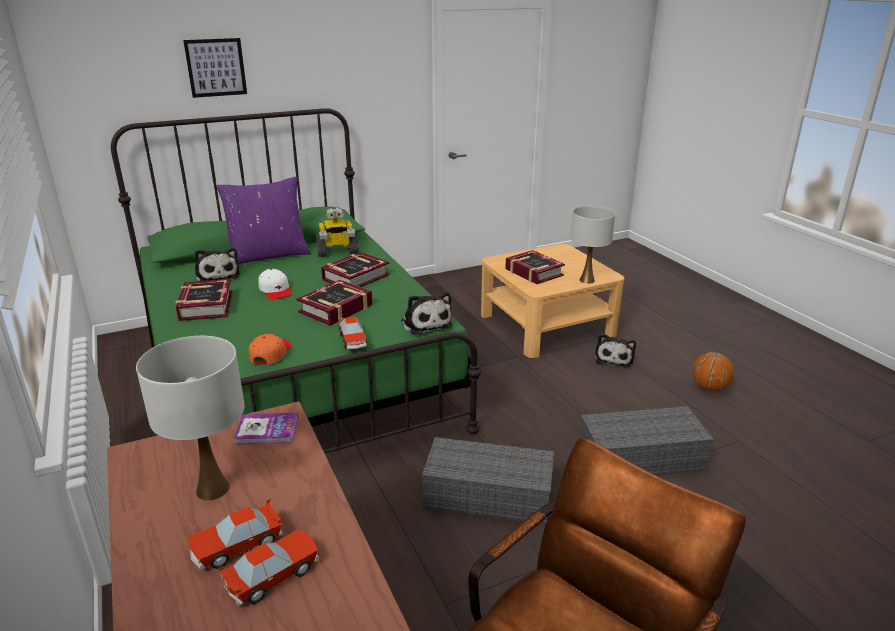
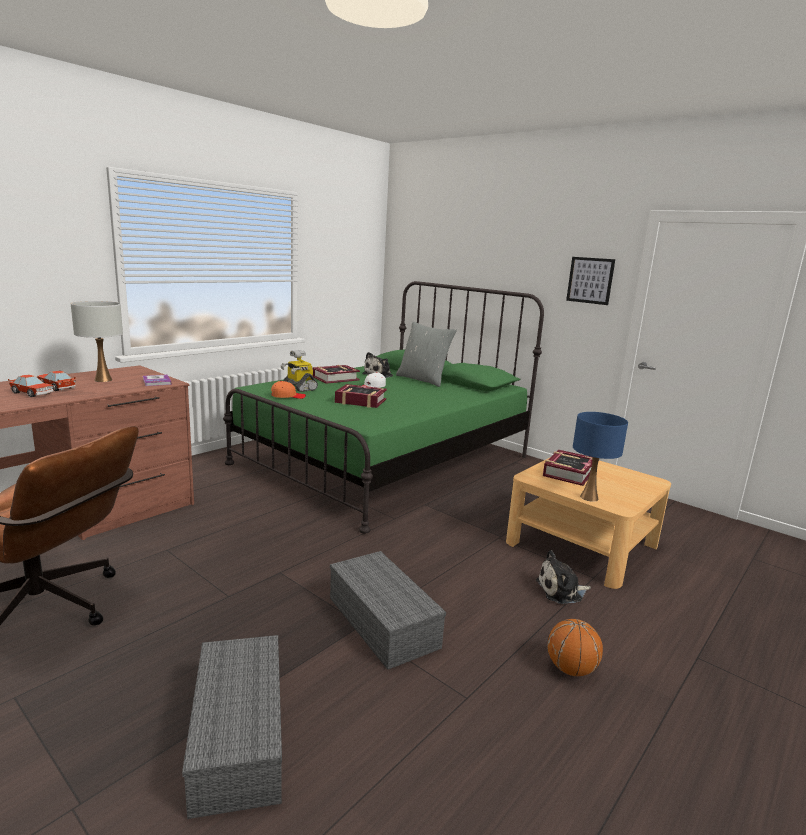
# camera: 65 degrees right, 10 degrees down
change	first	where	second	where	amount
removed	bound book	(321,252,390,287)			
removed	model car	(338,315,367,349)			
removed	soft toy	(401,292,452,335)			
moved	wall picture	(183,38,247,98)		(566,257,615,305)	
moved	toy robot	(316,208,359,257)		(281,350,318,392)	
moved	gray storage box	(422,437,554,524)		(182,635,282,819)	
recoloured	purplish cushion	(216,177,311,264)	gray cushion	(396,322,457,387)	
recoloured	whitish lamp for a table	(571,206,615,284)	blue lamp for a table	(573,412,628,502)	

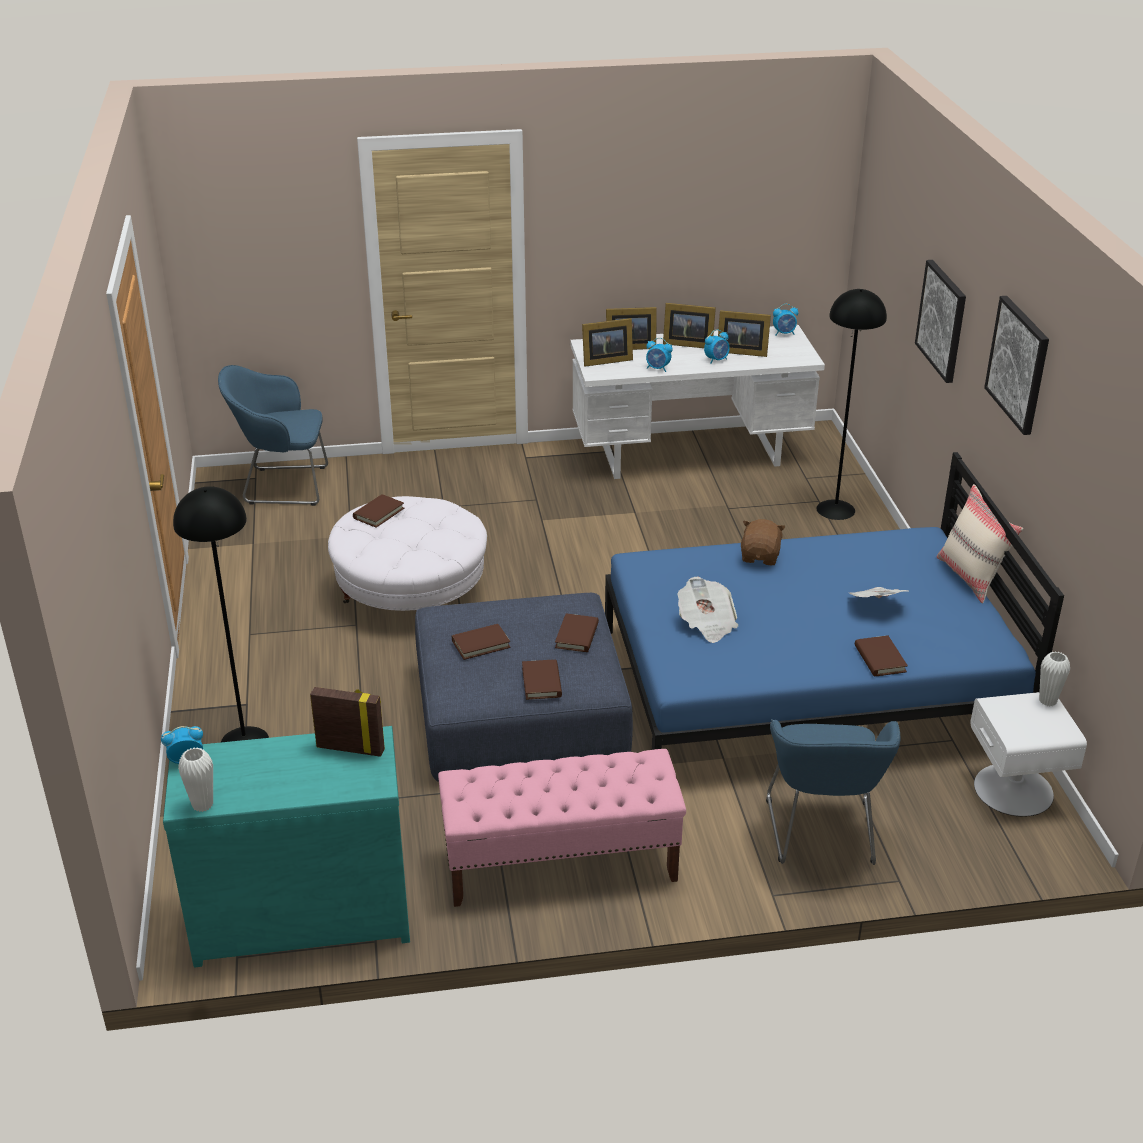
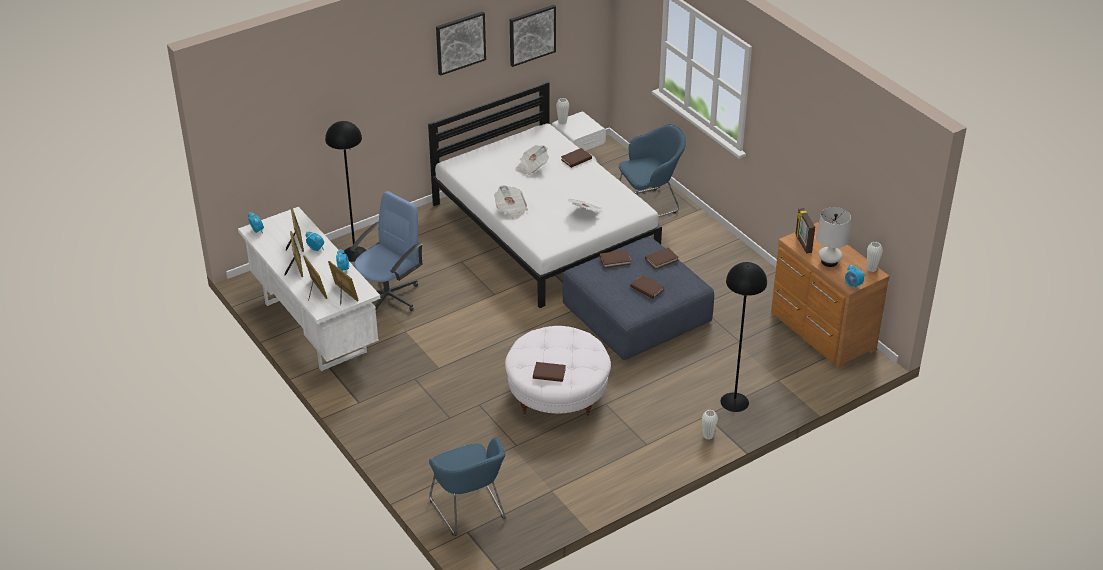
# camera: 115 degrees left, 5 degrees up
change	first	where	second	where	amount
removed	pink long seat	(438,749,686,907)			
removed	beige-coloured cushion	(936,484,1023,603)			
added			blue desk chair	(350,191,423,311)	
added			whitish flower vase	(702,410,718,440)	
added			whitish lamp for a table	(816,207,851,267)	
moved	wall picture	(915,260,966,383)		(510,5,556,67)	
replaced	brownish soft toy	(741,519,785,565)	printed paper	(494,185,528,220)	
recoloured	blue-green chest of drawers	(163,726,410,968)	brownish chest of drawers	(771,222,890,369)	
recoloured	blue sleeping bed	(605,452,1064,750)	whitish sleeping bed	(428,81,662,308)	

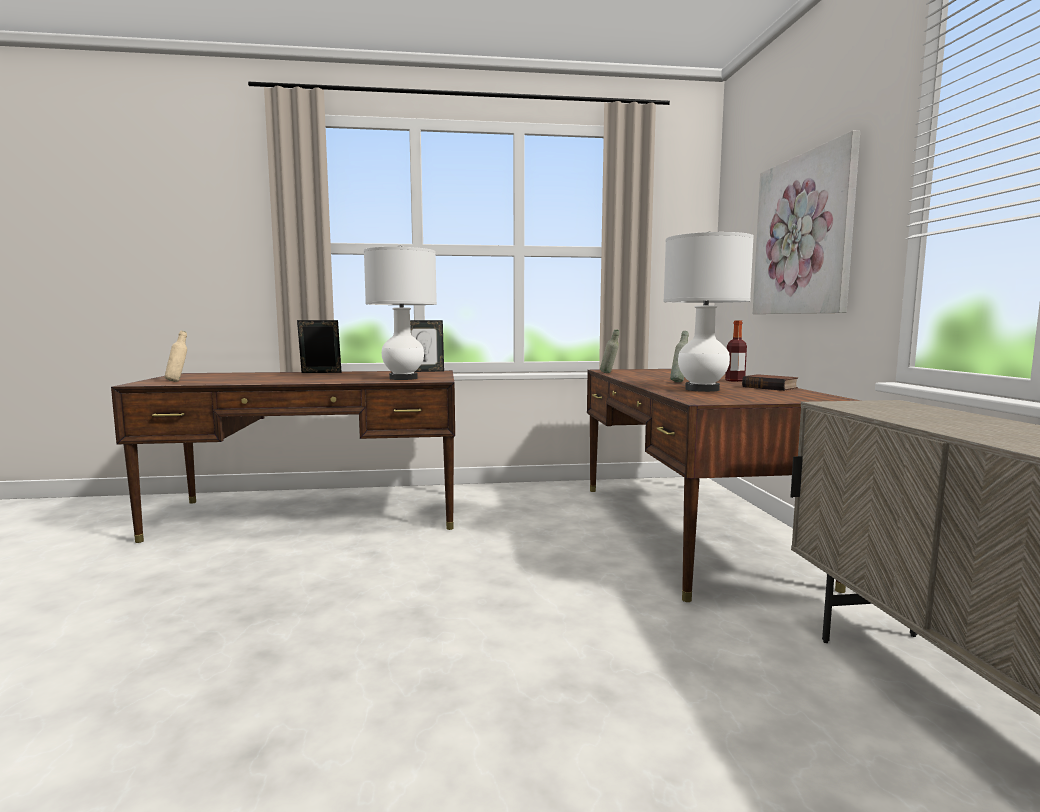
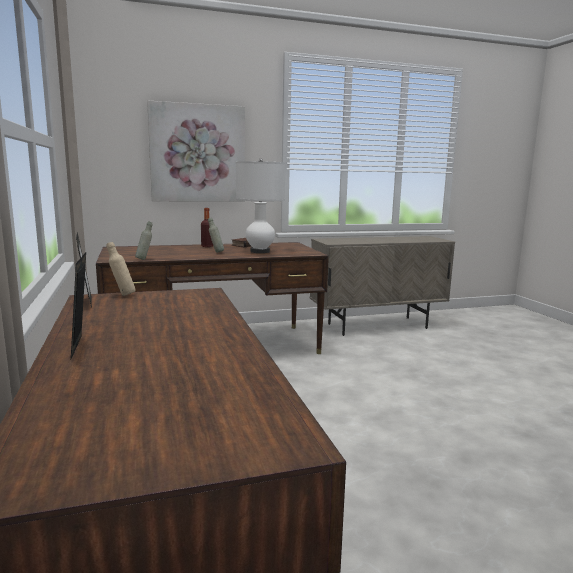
# camera: 100 degrees left, 5 degrees up
change	first	where	second	where	amount
removed	whitish lamp for a table	(364,246,437,380)			
moved	beige-coloured bottle	(165,331,187,382)		(107,242,136,296)	

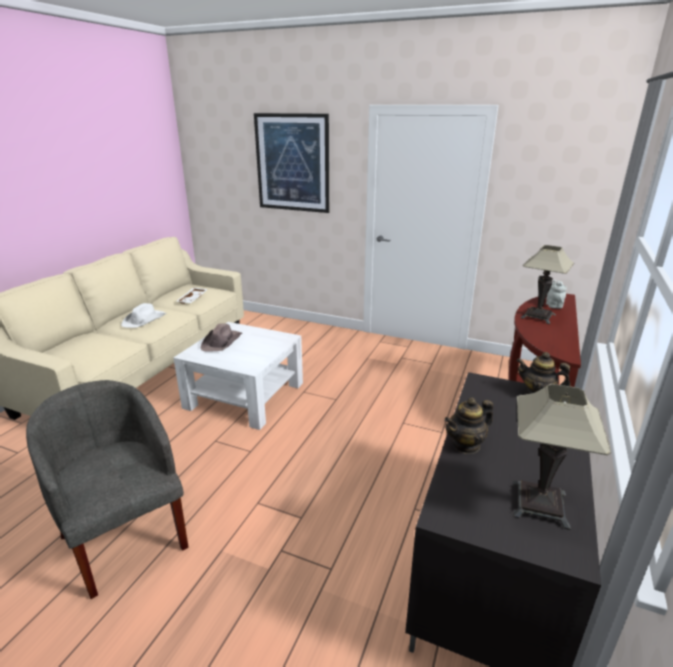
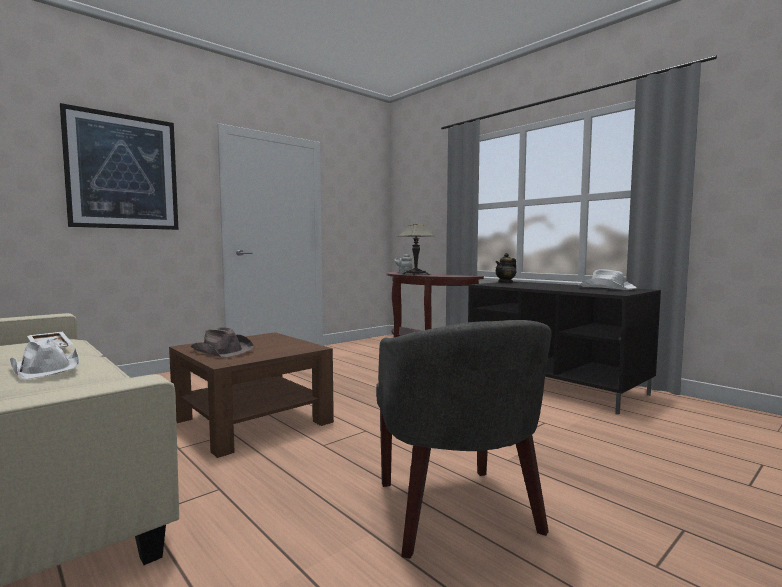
# camera: 65 degrees left, 20 degrees down
change	first	where	second	where	amount
removed	pot for tea	(444,398,494,454)			
replaced	lamp for a table	(513,384,612,530)	whitish hat	(578,269,637,290)	
recoloured	whitish coffee table	(173,322,303,430)	brownish coffee table	(169,332,334,458)	
turned	gray easy chair	(26,380,188,599)		(376,320,552,559)	90 degrees counterclockwise

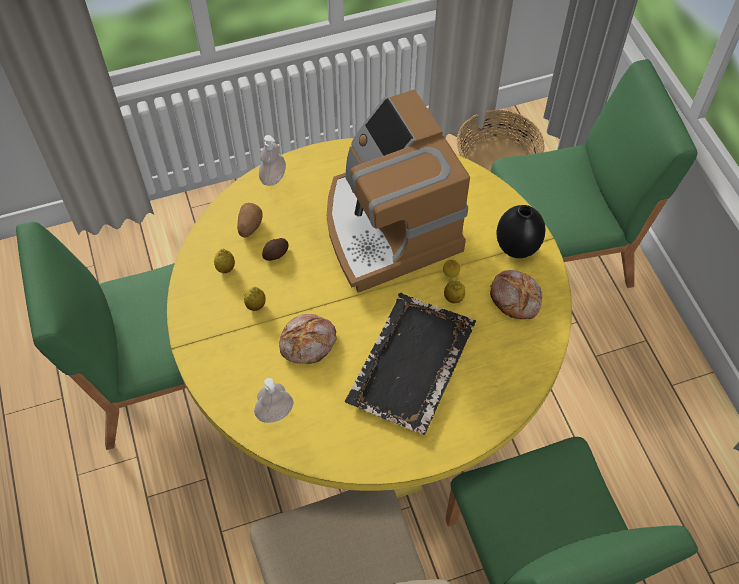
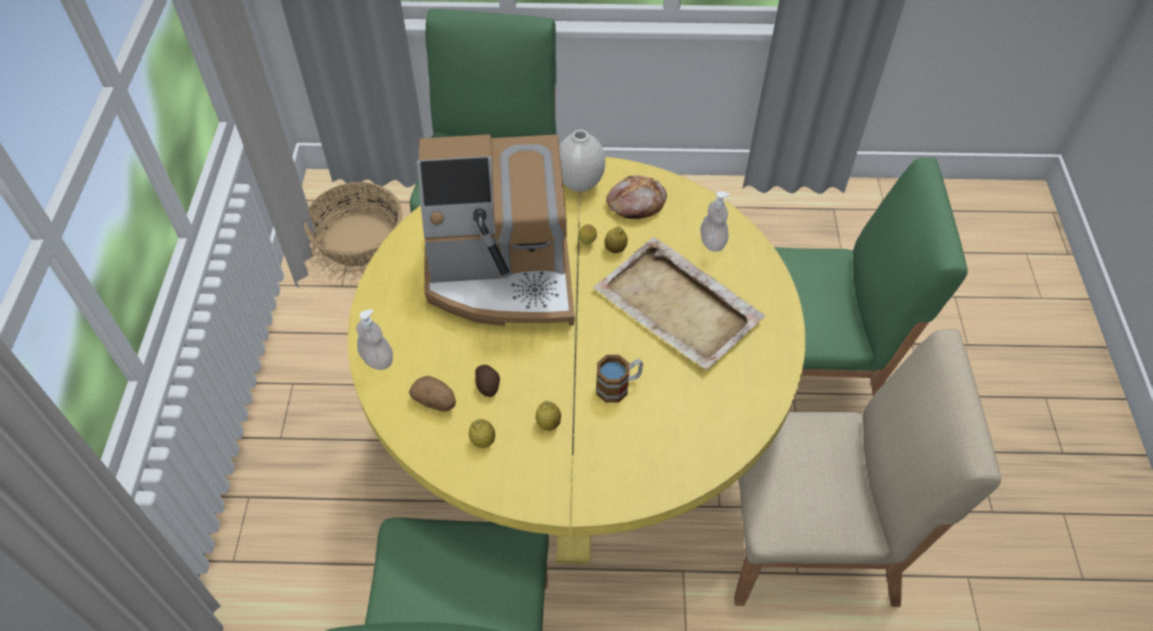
# camera: 70 degrees left, 5 degrees down
change	first	where	second	where	amount
moved	soap dispenser	(254,378,294,423)		(700,191,730,252)	
replaced	bread	(279,314,337,364)	coffee mug	(596,355,643,403)	
recoloured	black-coloured carrying tray	(345,293,476,435)	beige-coloured carrying tray	(593,237,765,370)	
recoloured	black-coloured flower vase	(496,205,546,258)	whitish flower vase	(559,130,605,192)	

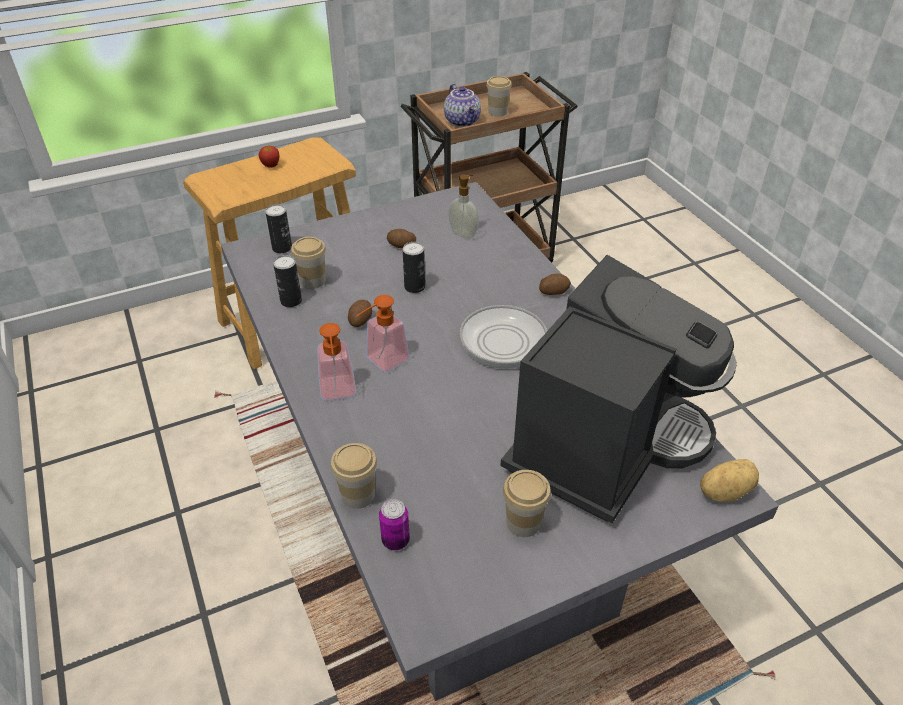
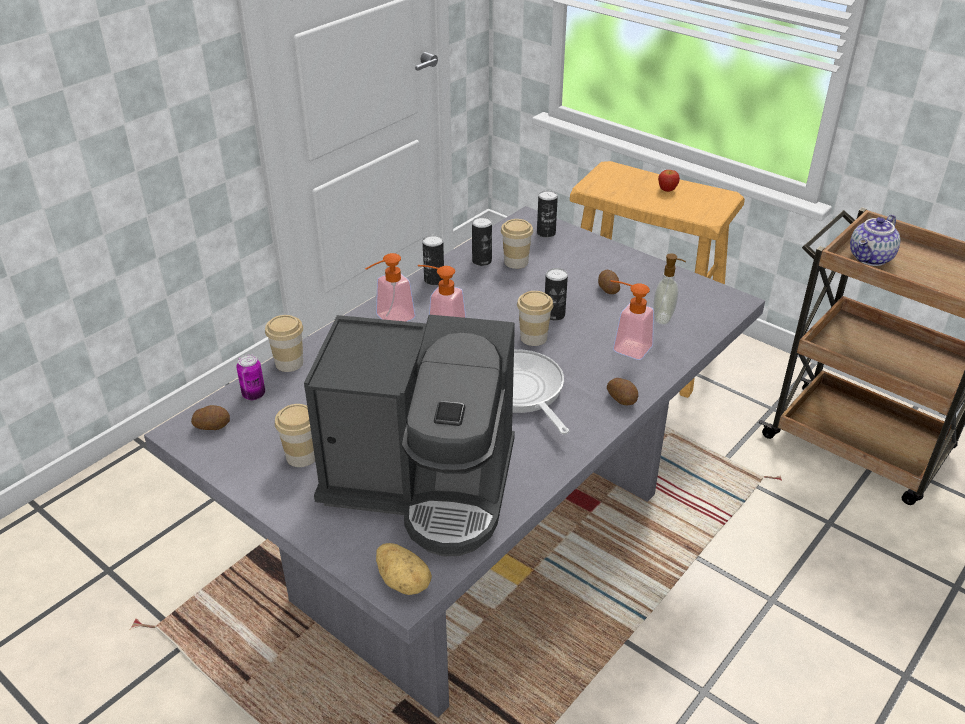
# camera: 65 degrees right, 5 degrees down
change	first	where	second	where	amount
added			metal can	(422,235,444,285)	
added			soap dispenser	(611,280,654,360)	
moved	spud	(348,300,372,327)		(191,405,230,430)	
moved	small cup	(486,76,512,117)		(517,291,553,346)	

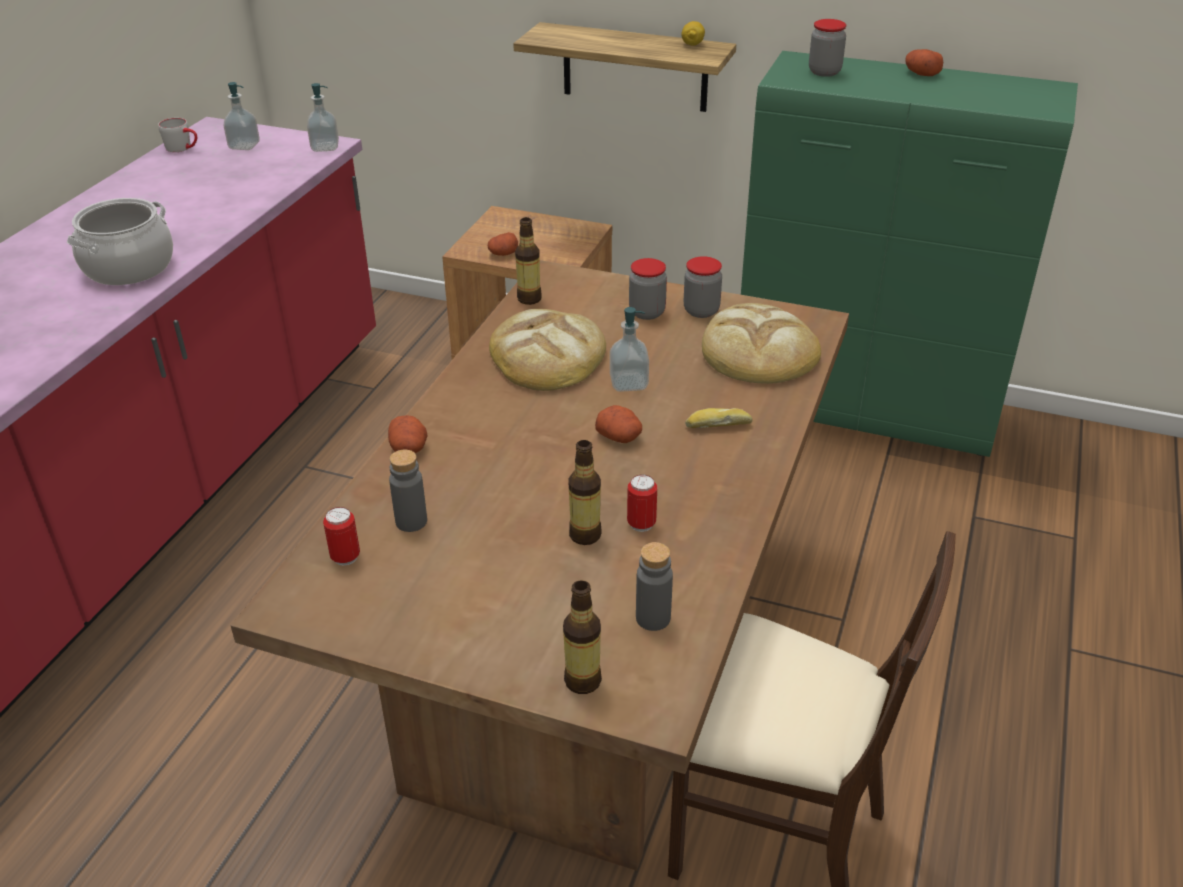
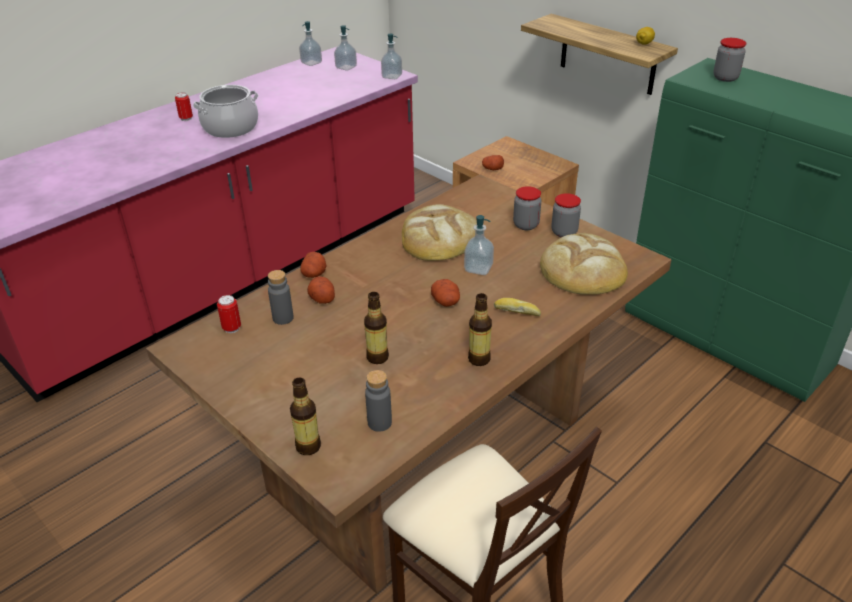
# camera: 25 degrees right, 0 degrees up
change	first	where	second	where	amount
moved	bottle	(515,217,542,305)		(468,293,492,366)	
moved	metal can	(627,475,657,532)		(175,92,193,121)	
moved	spud	(906,49,943,76)		(307,277,335,304)	
replaced	gray coffee mug	(158,118,197,152)	soap dispenser	(299,21,322,66)	

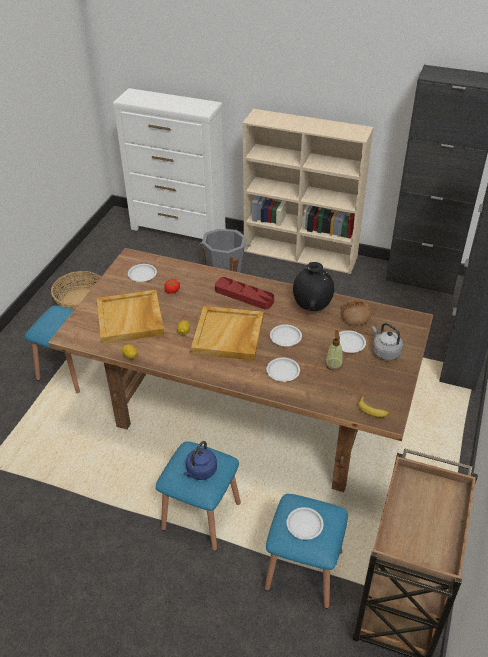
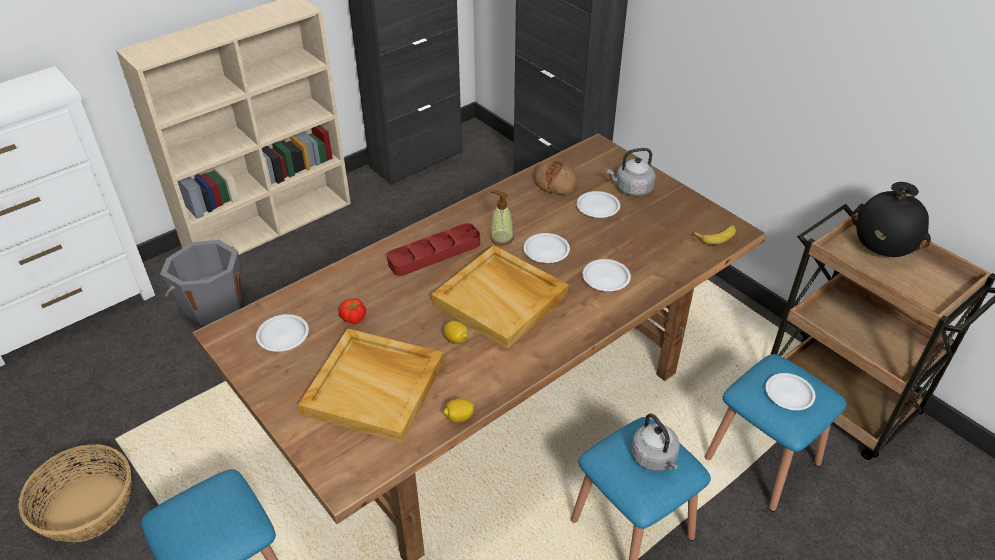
# camera: 60 degrees left, 0 degrees up
change	first	where	second	where	amount
moved	black-coloured flower vase	(293,262,334,311)		(851,182,931,257)	
moved	soap dispenser	(325,330,343,371)		(490,190,514,245)	
recoloured	blue kettle	(183,441,217,480)	gray kettle	(631,413,680,471)	

